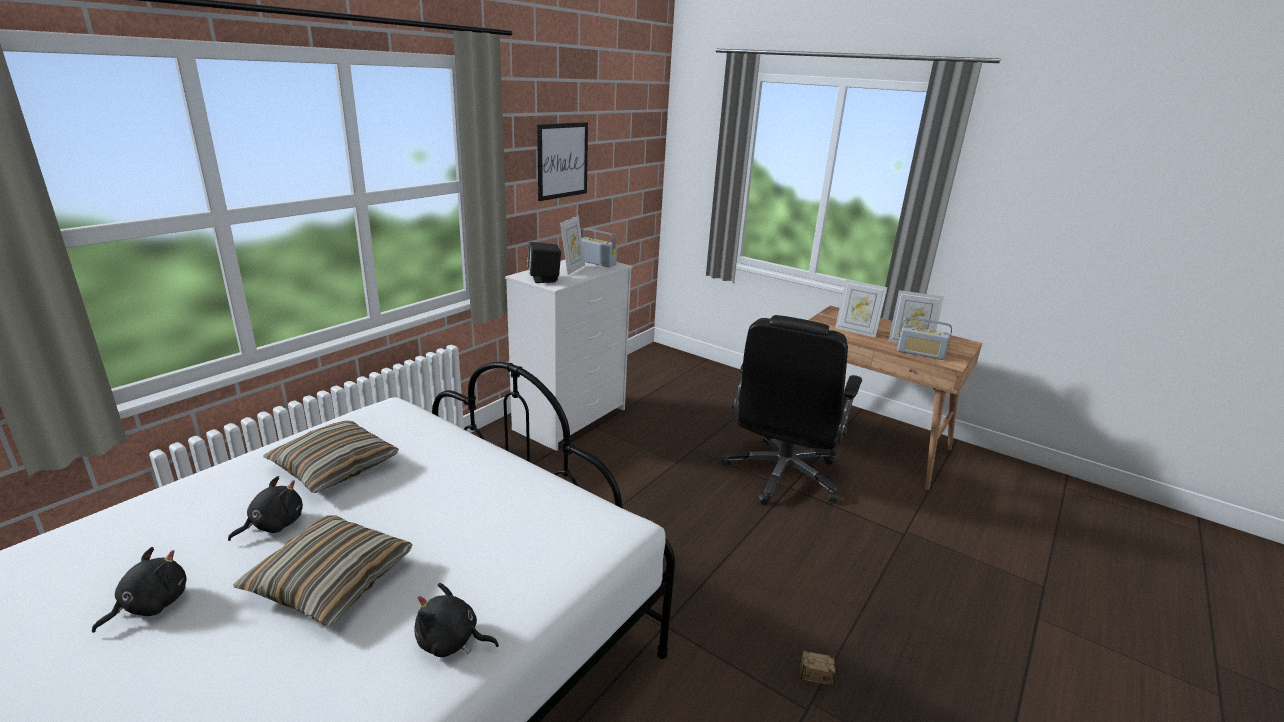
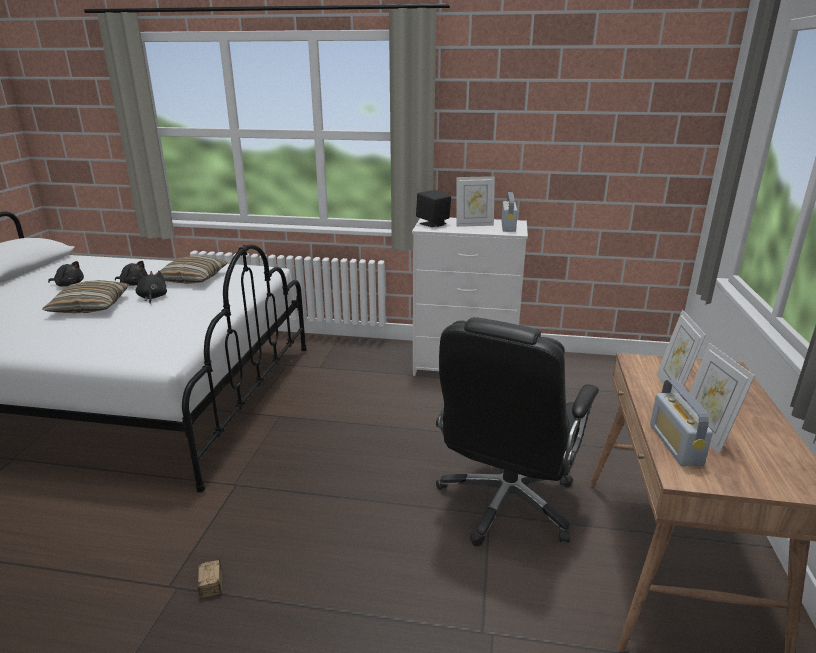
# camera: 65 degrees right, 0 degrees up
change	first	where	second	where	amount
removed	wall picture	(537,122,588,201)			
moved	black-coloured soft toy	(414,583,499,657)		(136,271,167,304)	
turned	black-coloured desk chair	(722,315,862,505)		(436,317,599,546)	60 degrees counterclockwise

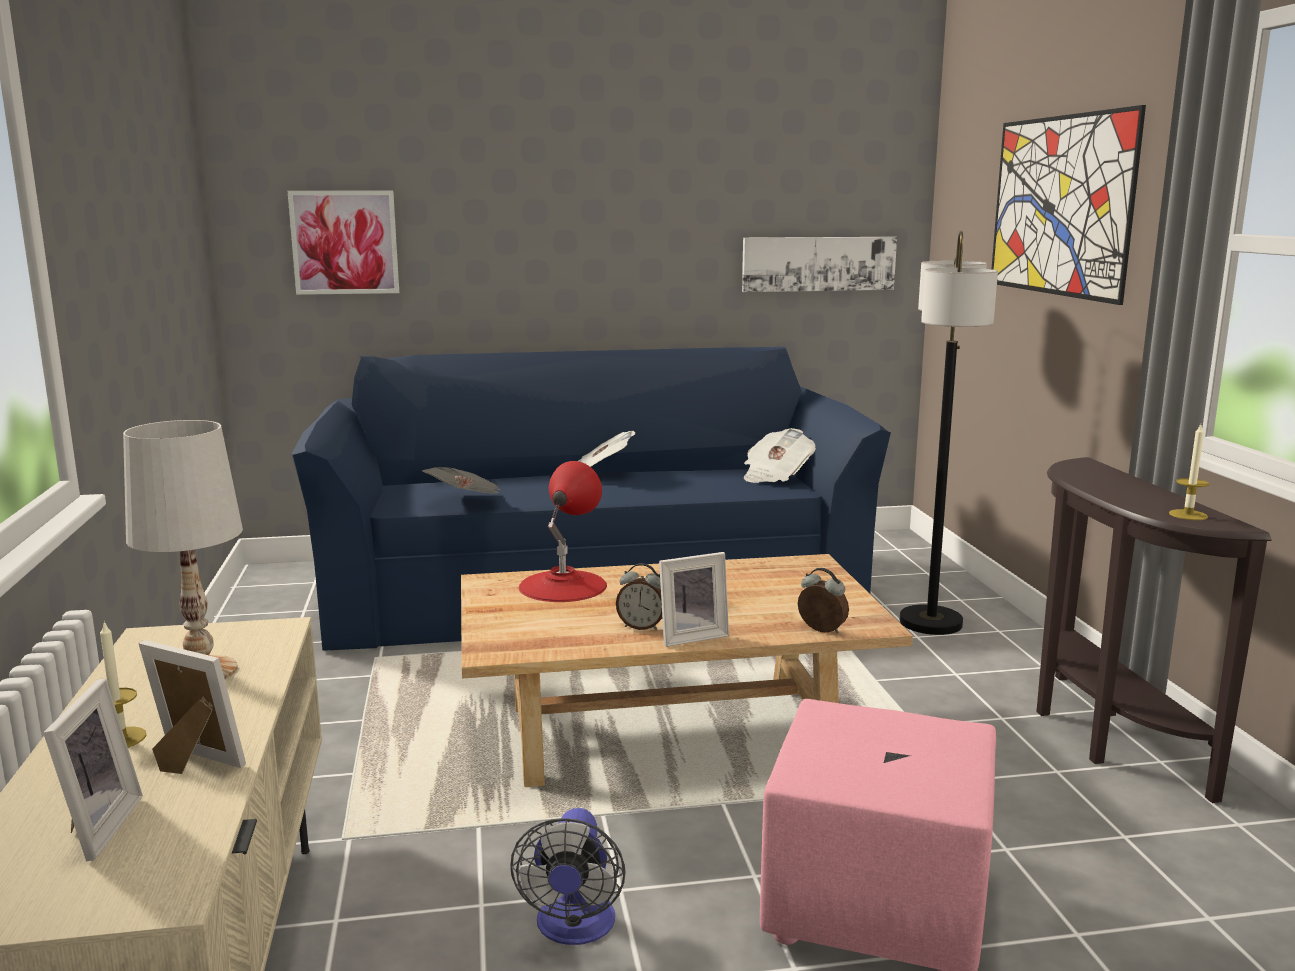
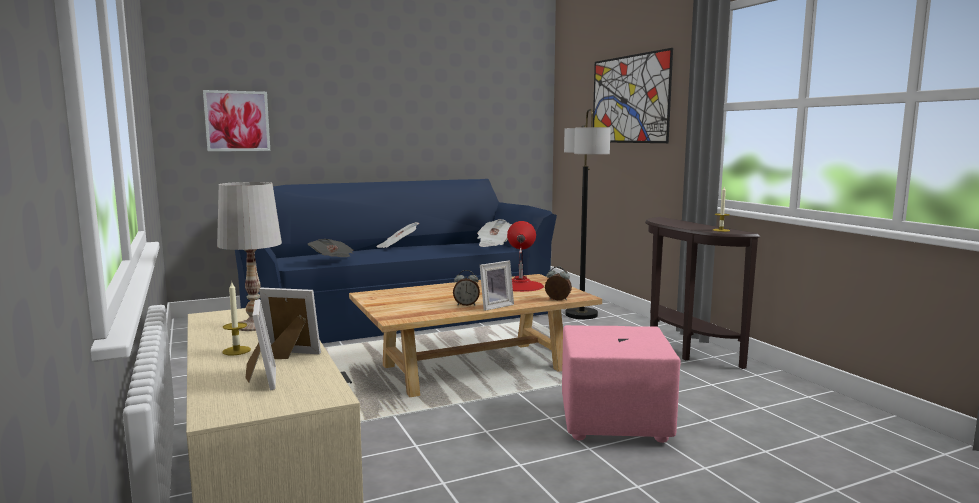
# camera: 15 degrees left, 5 degrees down
change	first	where	second	where	amount
removed	cooling fan	(510,808,625,945)			
removed	wall picture	(742,237,897,292)			
moved	red lamp for a table	(519,461,607,602)		(507,221,544,292)	

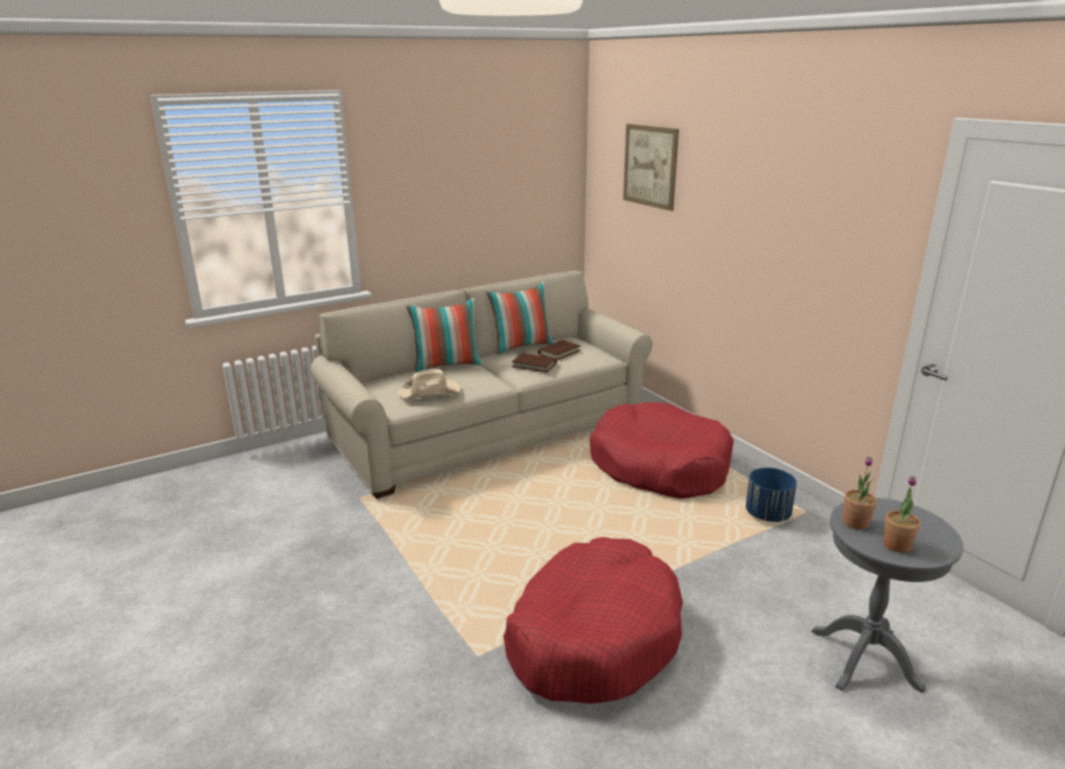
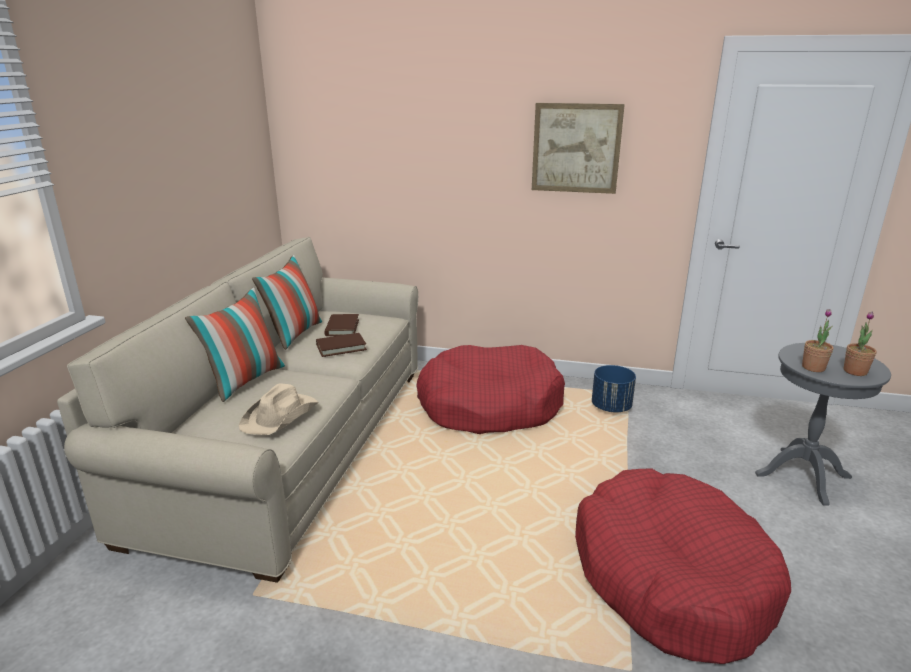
# camera: 45 degrees left, 0 degrees up
change	first	where	second	where	amount
moved	wall picture	(623,124,679,211)		(532,103,625,194)	

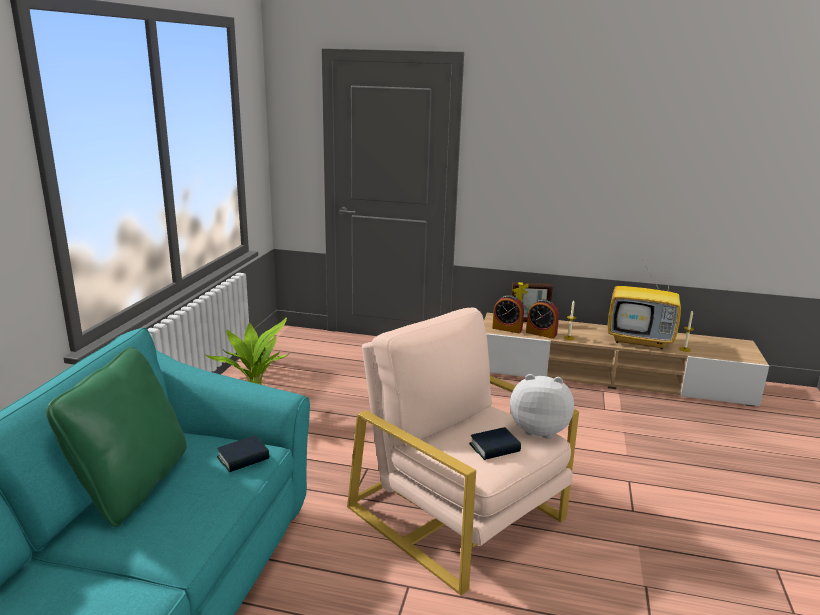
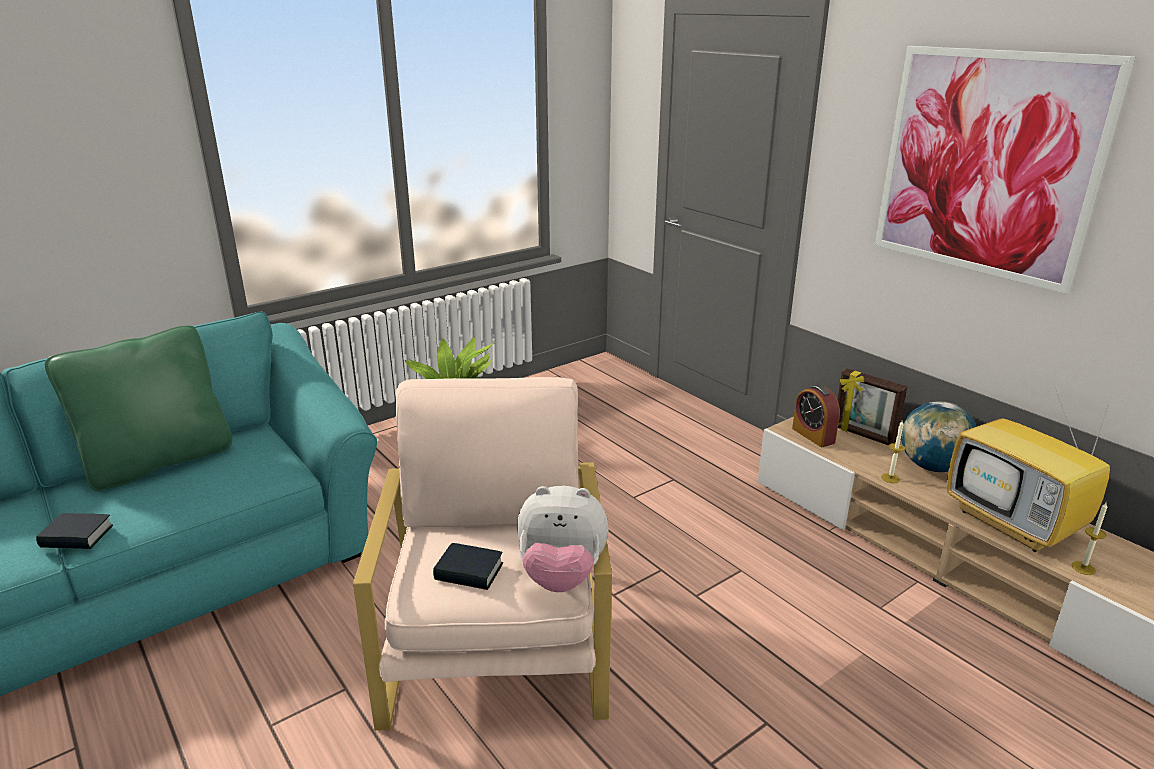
# camera: 40 degrees right, 5 degrees up
change	first	where	second	where	amount
removed	bedside clock	(526,299,559,339)			
added			wall picture	(875,46,1136,294)	
added			desk globe	(901,401,977,472)	
moved	bound book	(217,436,269,472)		(36,513,113,549)	
turned	soft toy	(510,374,574,438)		(517,486,608,592)	135 degrees clockwise

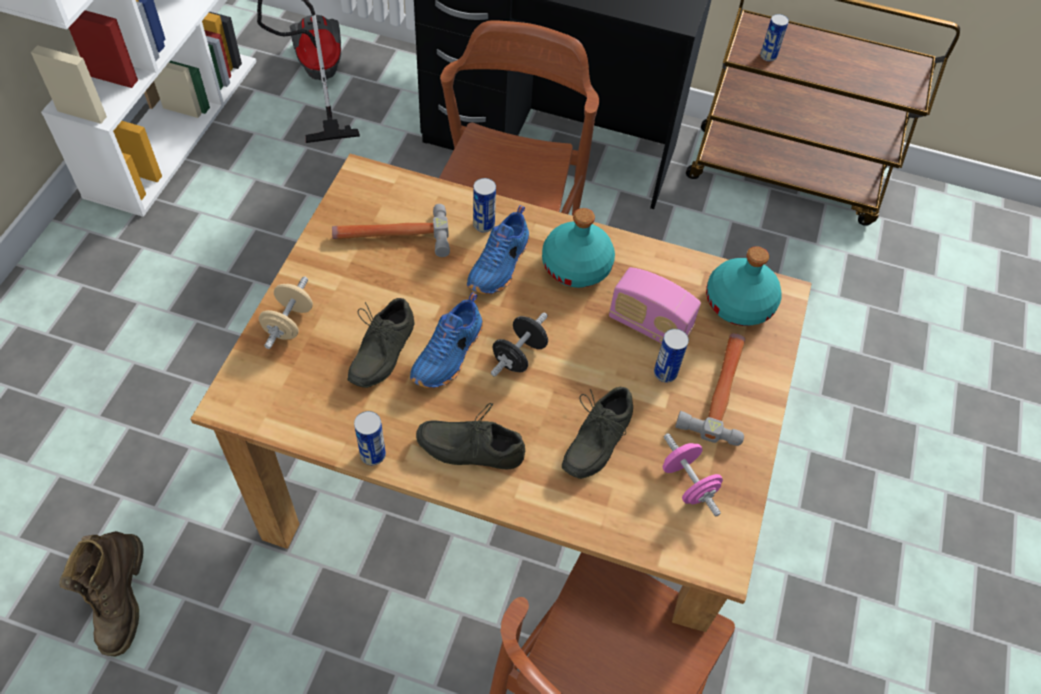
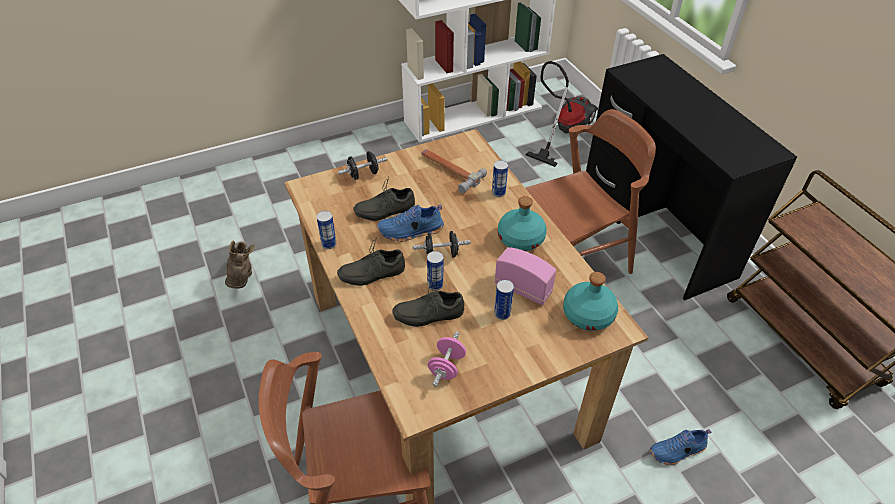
# camera: 50 degrees right, 10 degrees down
change	first	where	second	where	amount
removed	tool hammer	(675,333,745,446)			
moved	blue low shoe	(467,205,529,294)		(649,429,711,465)	
moved	metal can	(760,14,789,61)		(427,251,443,291)	
recoloured	beige-coloured dumbbell	(259,276,313,349)	black-coloured dumbbell	(338,151,387,180)	
turned	brownish tall boot	(59,531,144,657)		(225,240,255,289)	120 degrees clockwise
turned	gray low shoe	(416,403,525,469)		(337,237,405,286)	75 degrees counterclockwise
turned	radio receiver	(609,267,701,343)		(495,247,556,305)	135 degrees clockwise

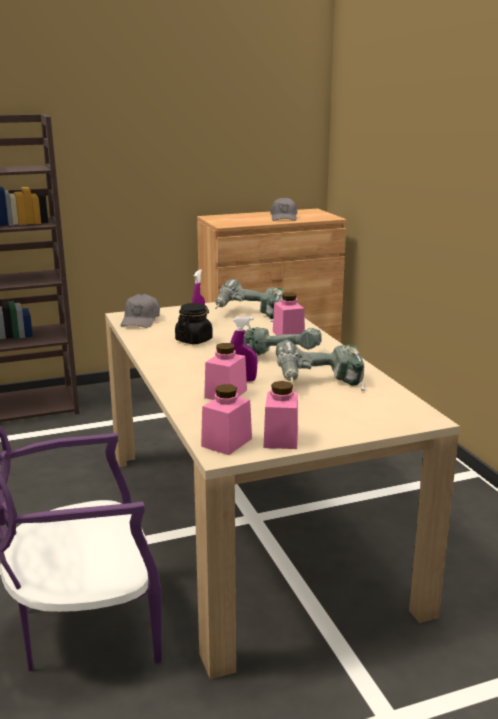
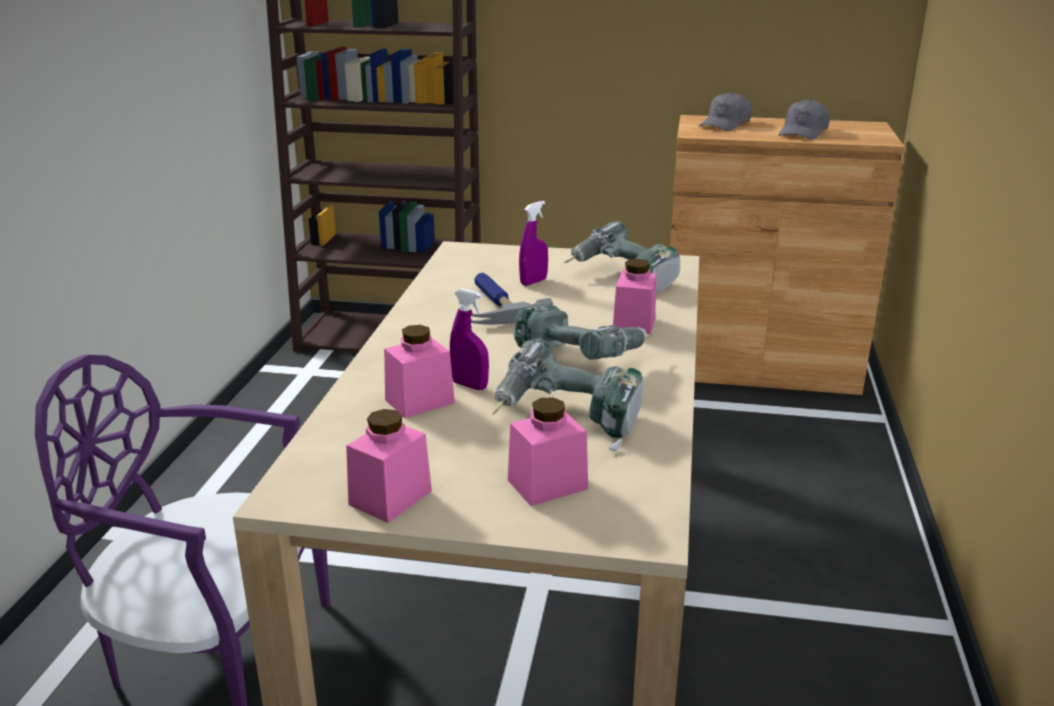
# camera: 30 degrees right, 5 degrees up
change	first	where	second	where	amount
moved	gray baseball cap	(120,293,160,328)		(699,92,752,131)	
moved	pink preserve jar	(201,384,252,455)		(508,397,588,506)	
replaced	black-coloured preserve jar	(175,303,213,344)	tool hammer	(471,273,554,324)	

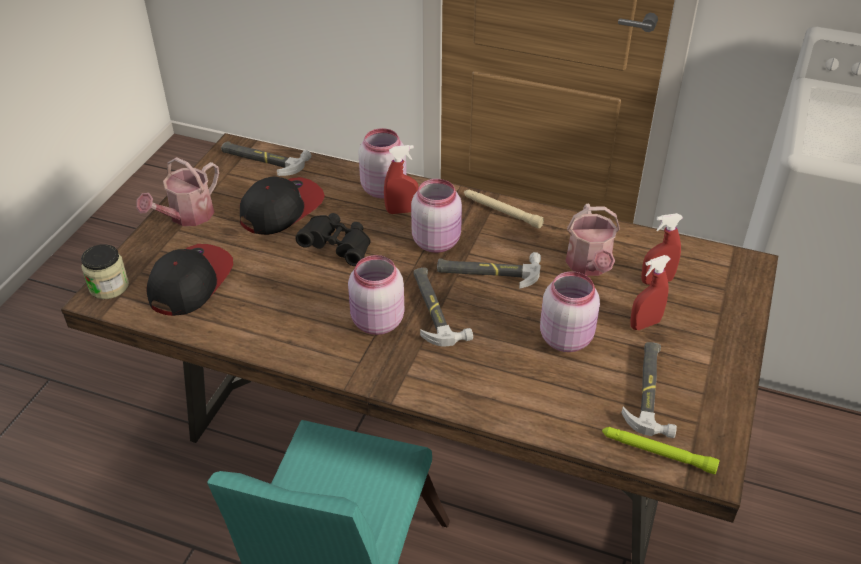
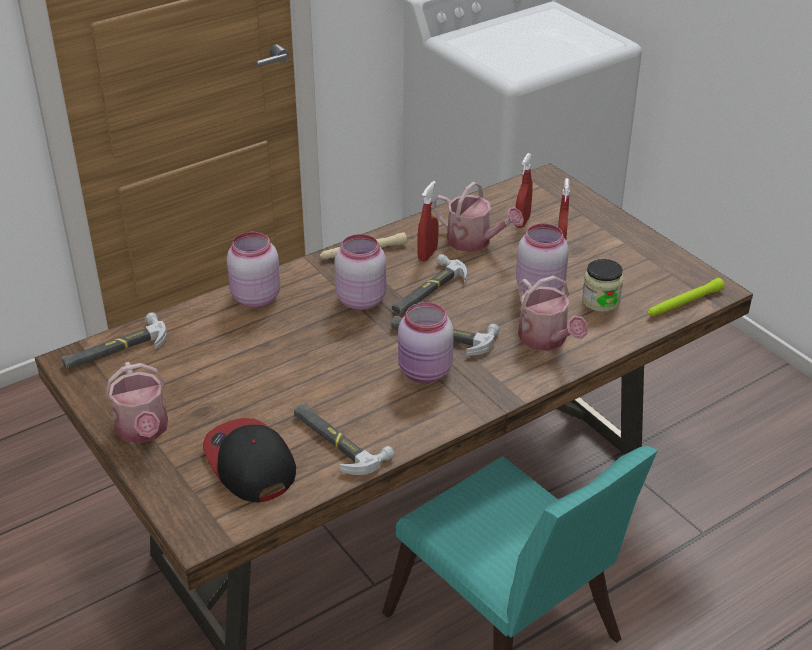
# camera: 55 degrees left, 5 degrees down
change	first	where	second	where	amount
removed	baseball cap	(240,176,325,235)			
removed	black-coloured field glasses	(295,213,371,266)			
added			watering pot	(518,275,588,351)	
moved	preserve jar	(81,244,129,299)		(582,259,624,312)	
moved	red spray bottle	(384,145,419,214)		(417,181,439,261)	
moved	tool hammer	(621,342,677,438)		(294,403,395,475)	

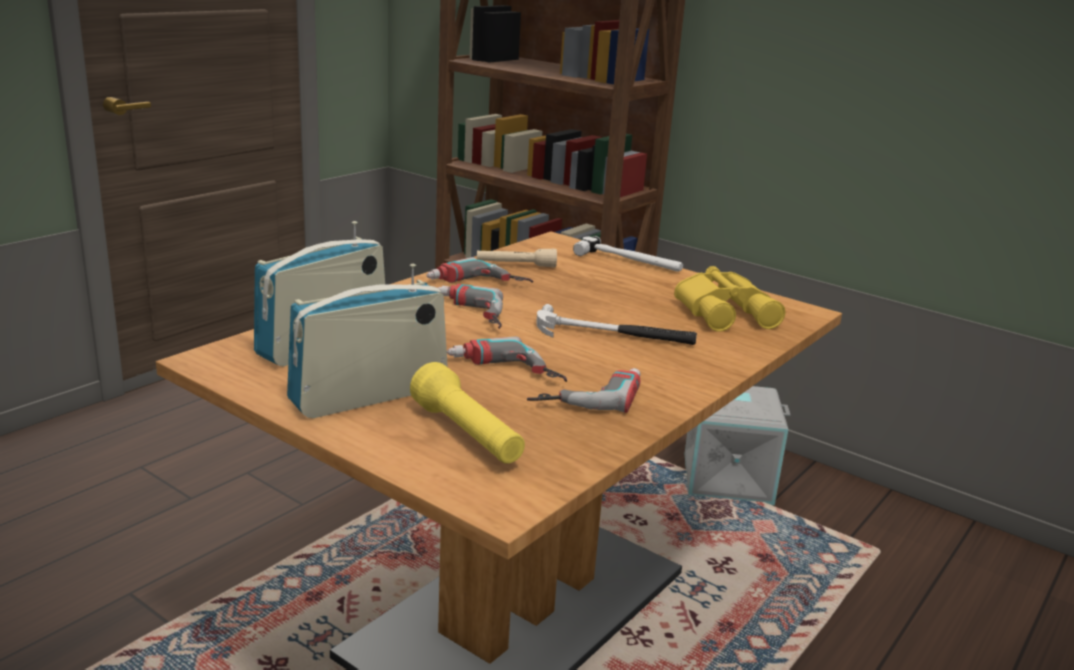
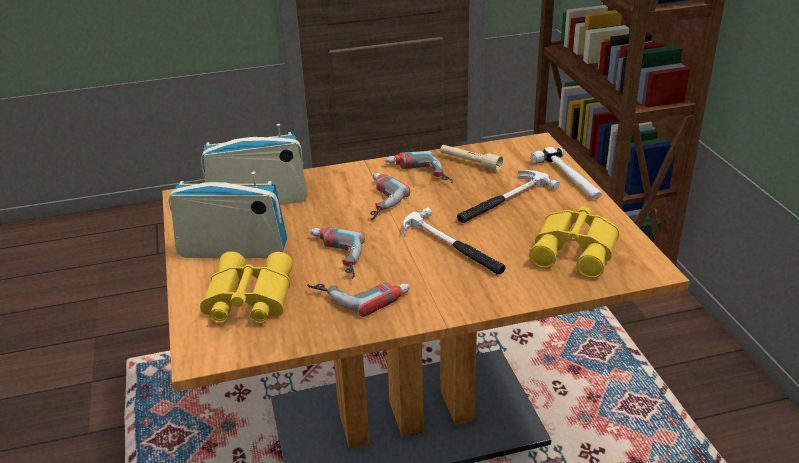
# camera: 40 degrees right, 10 degrees up
change	first	where	second	where	amount
removed	gray storage box	(685,386,790,505)			
added			tool hammer	(457,170,560,223)	
replaced	yellowish flashlight	(410,362,525,464)	yellowish field glasses	(200,251,293,323)	

